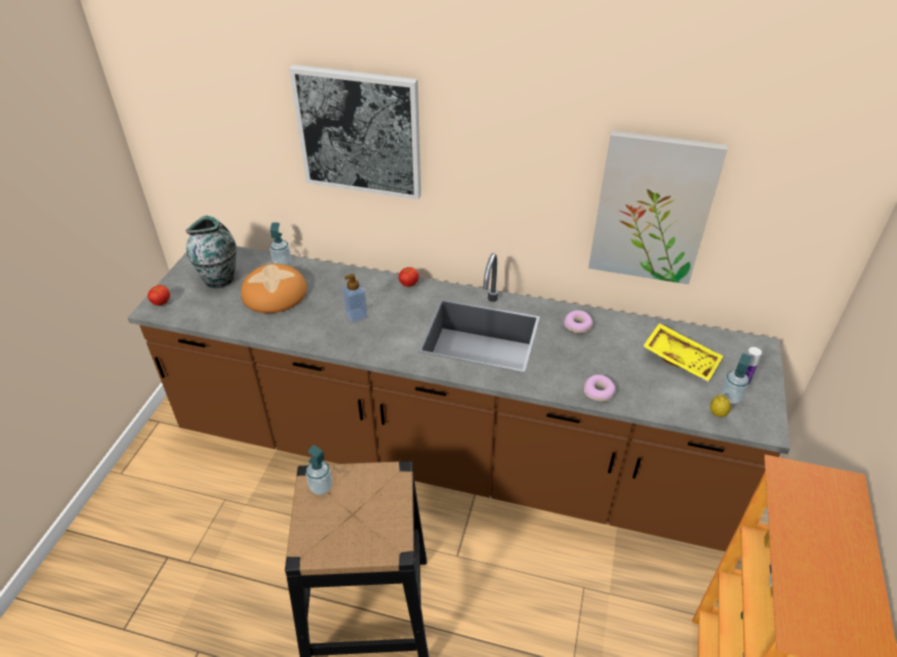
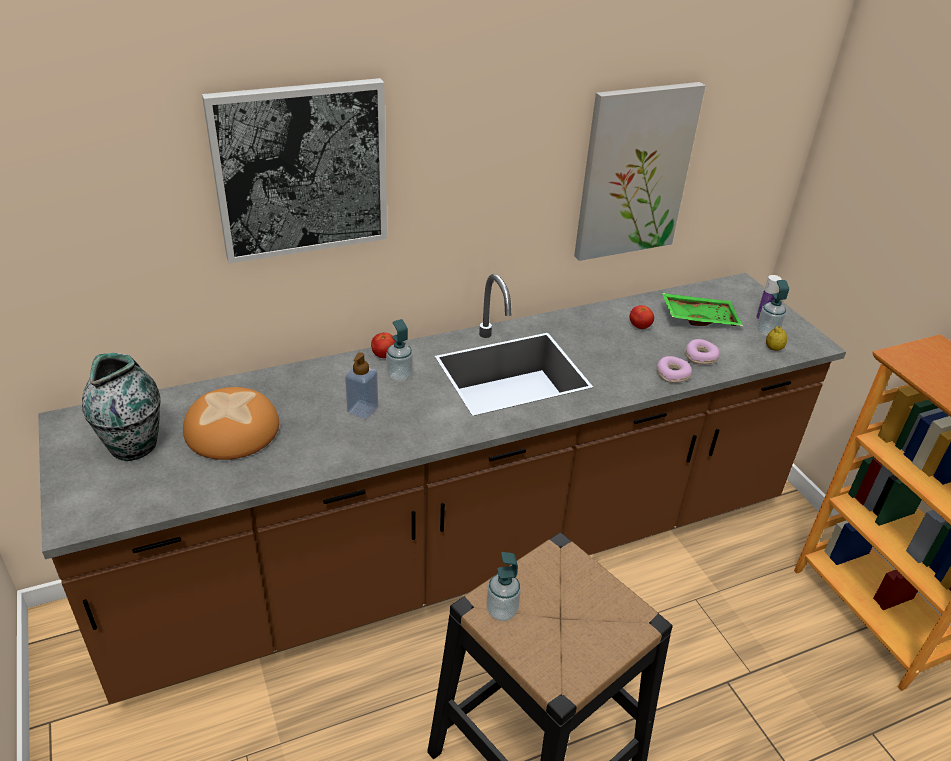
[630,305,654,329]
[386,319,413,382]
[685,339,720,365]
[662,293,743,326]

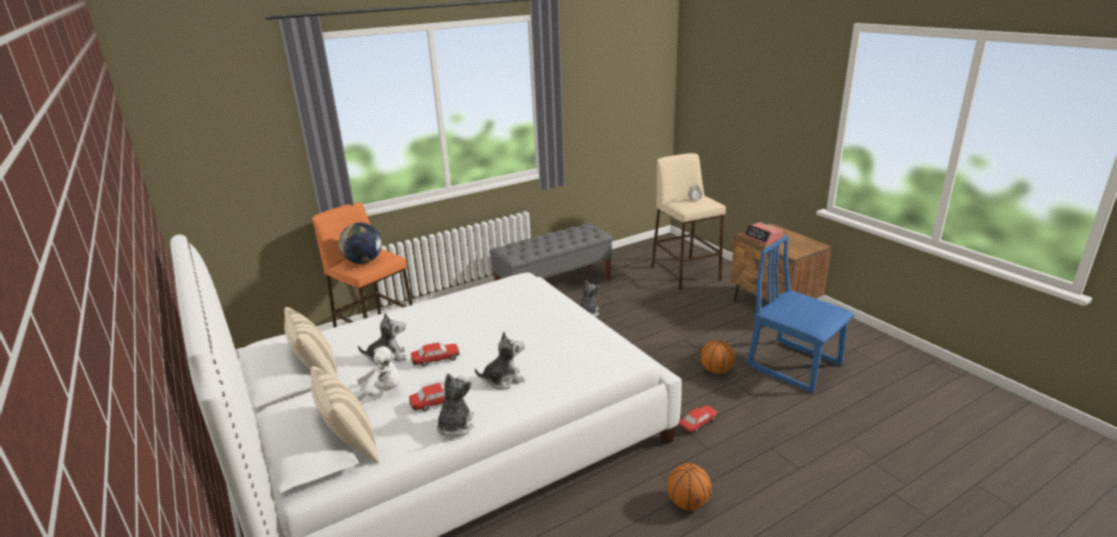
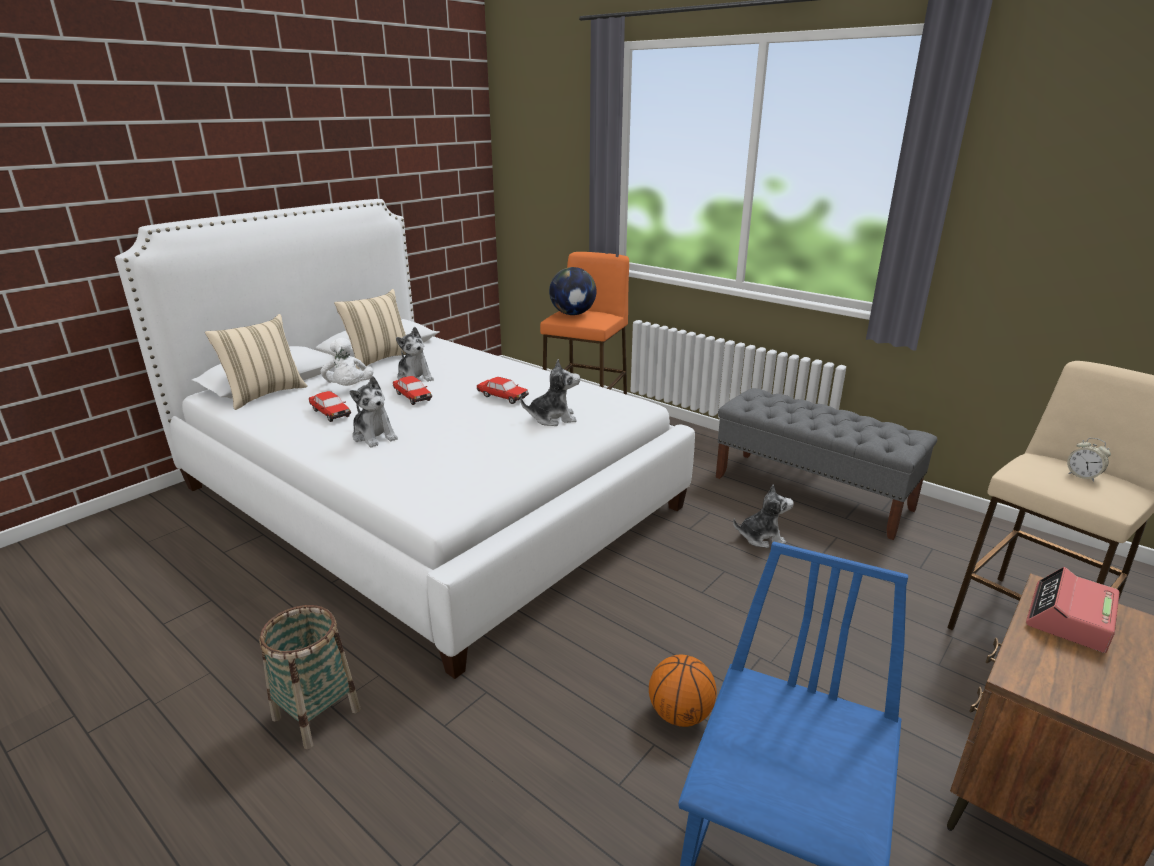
[520,359,580,426]
[477,377,529,404]
[259,605,361,749]

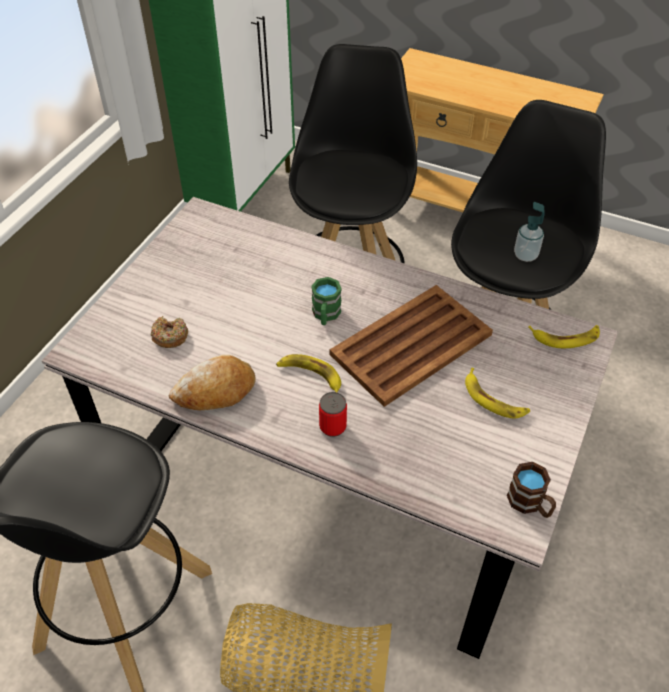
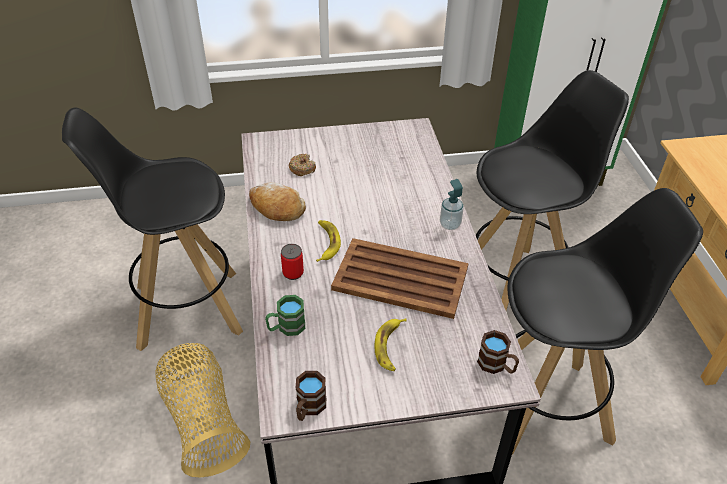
[265,295,305,336]
[440,179,464,230]
[477,330,519,374]

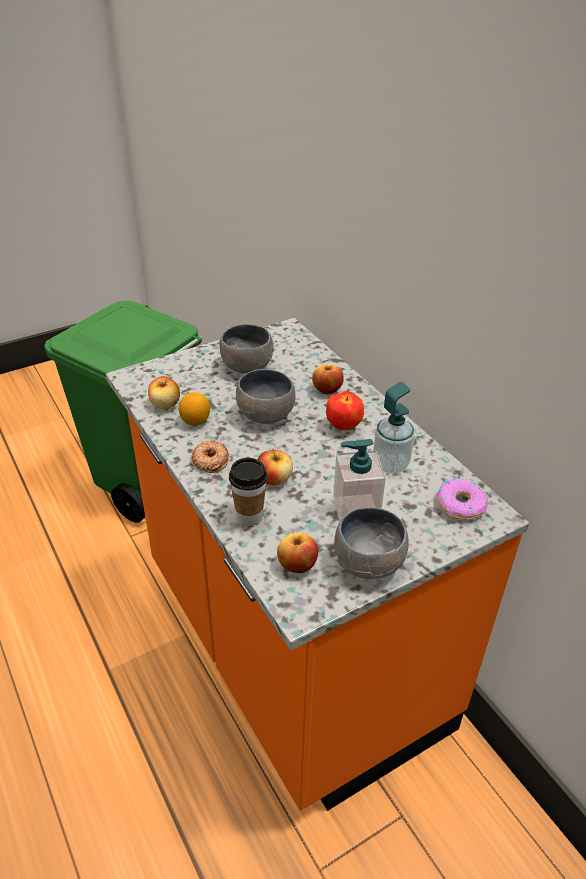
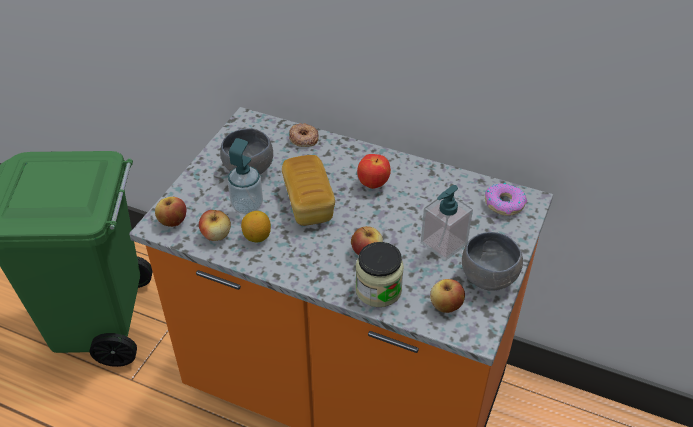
[289,123,319,147]
[155,197,186,227]
[228,138,263,214]
[355,242,404,307]
[282,155,335,226]

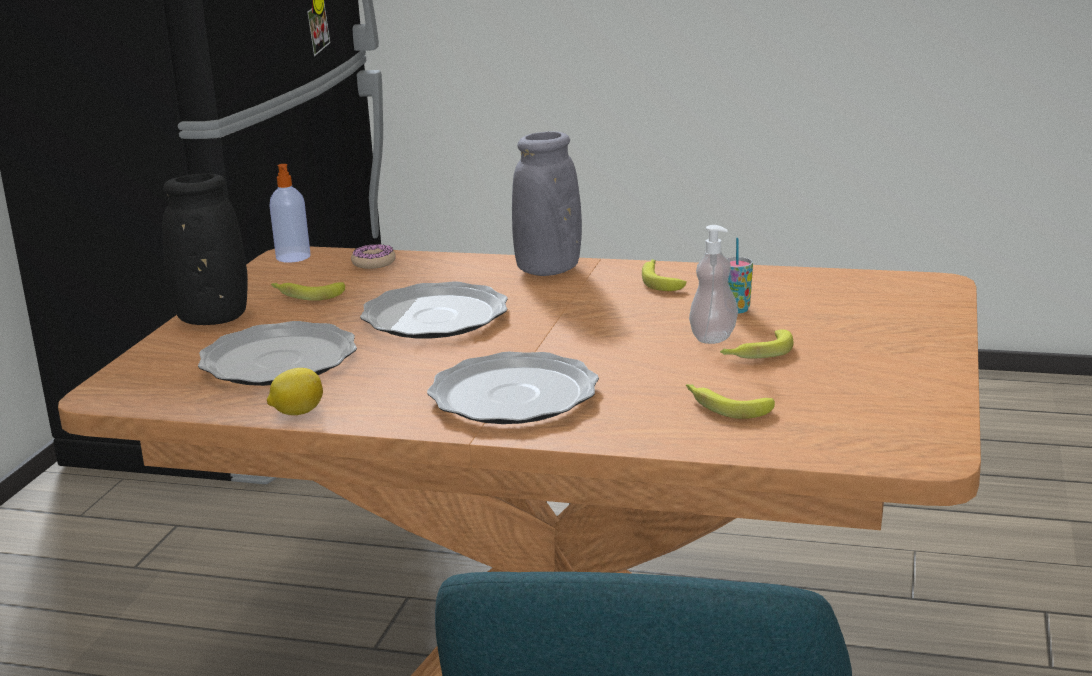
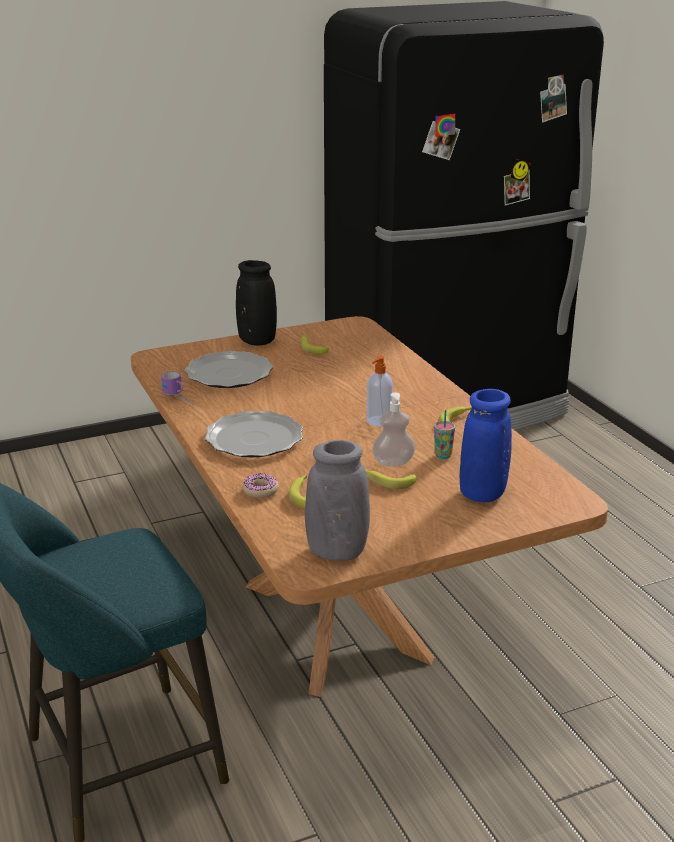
[360,281,508,338] (first image)
[460,389,512,502]
[367,356,393,427]
[243,473,279,498]
[305,440,370,561]
[161,371,195,406]

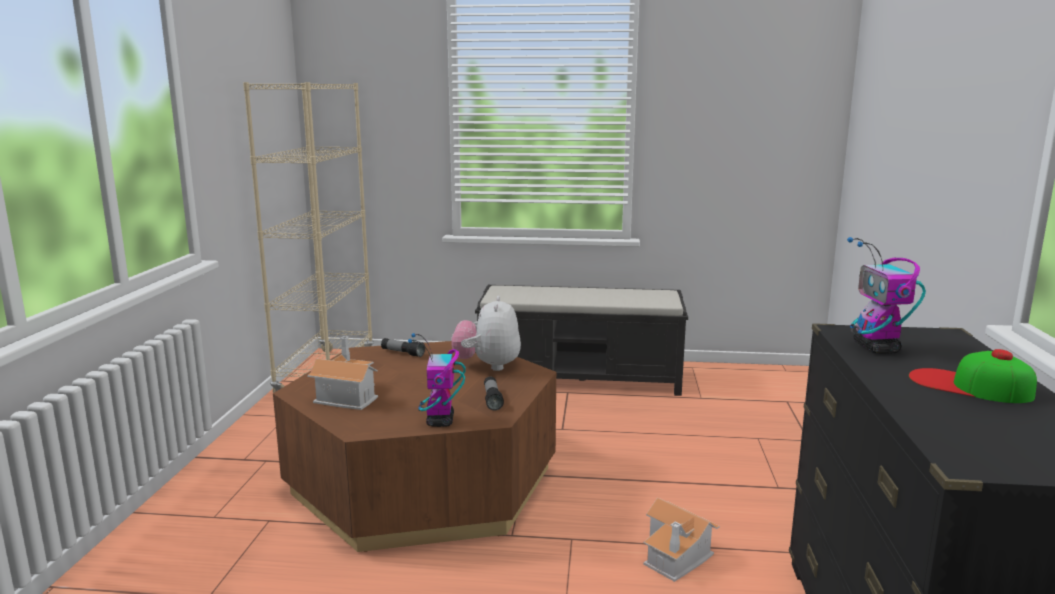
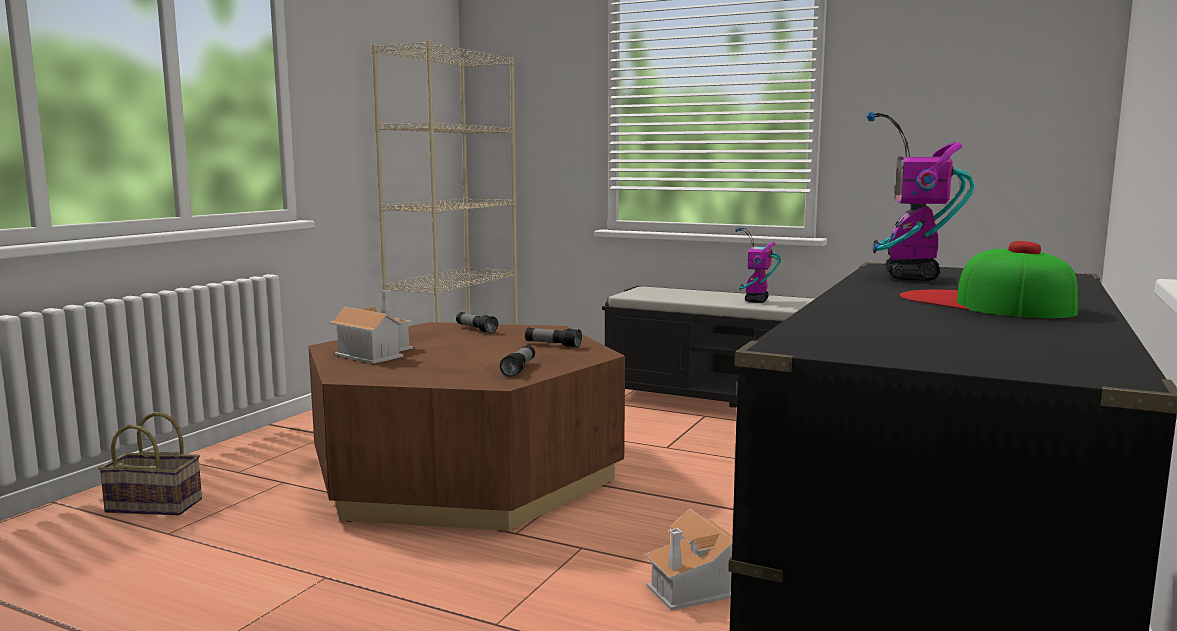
[98,412,202,515]
[735,227,781,303]
[525,328,582,348]

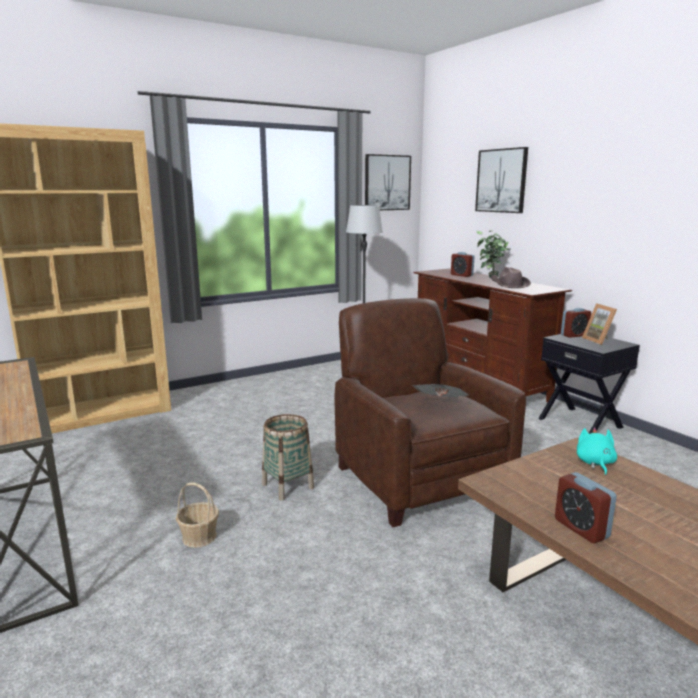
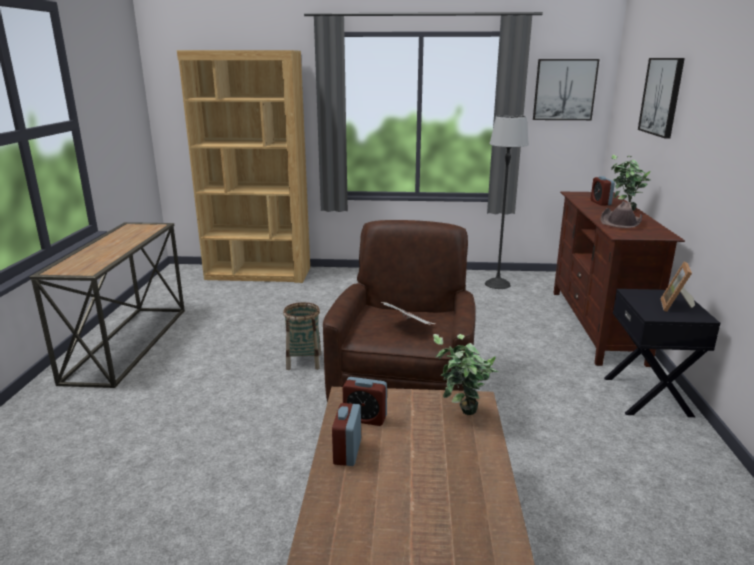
[176,483,219,548] (first image)
[342,377,387,426]
[433,334,498,415]

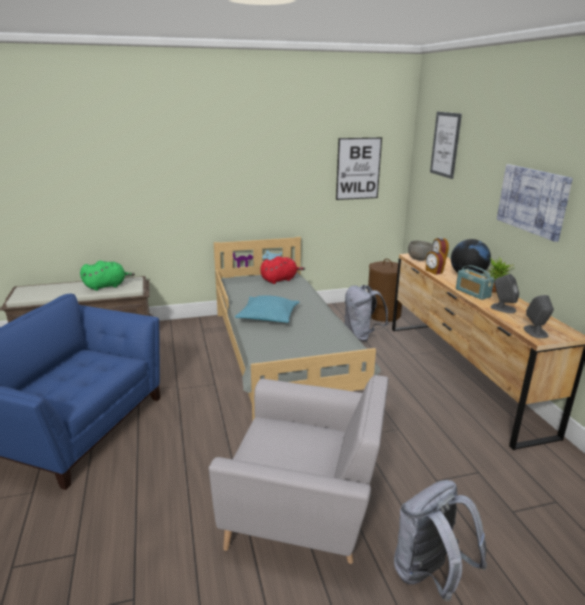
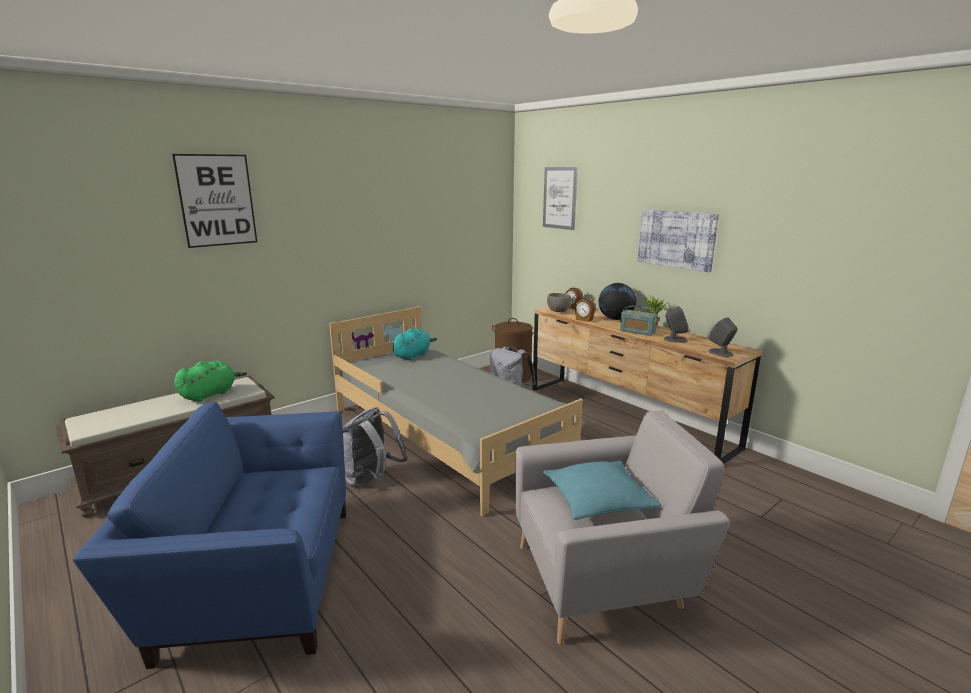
[543,461,661,520]
[172,154,257,248]
[342,407,408,488]
[393,328,437,360]

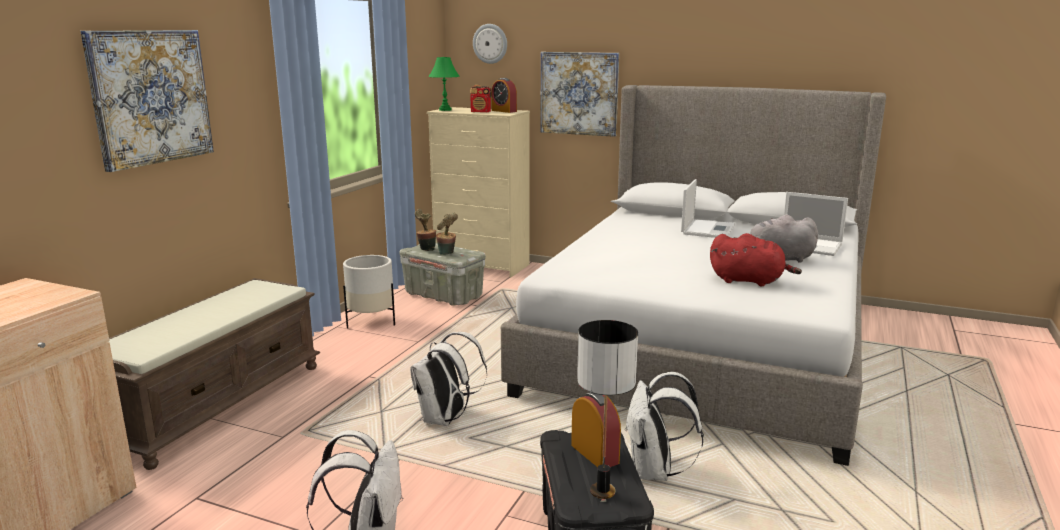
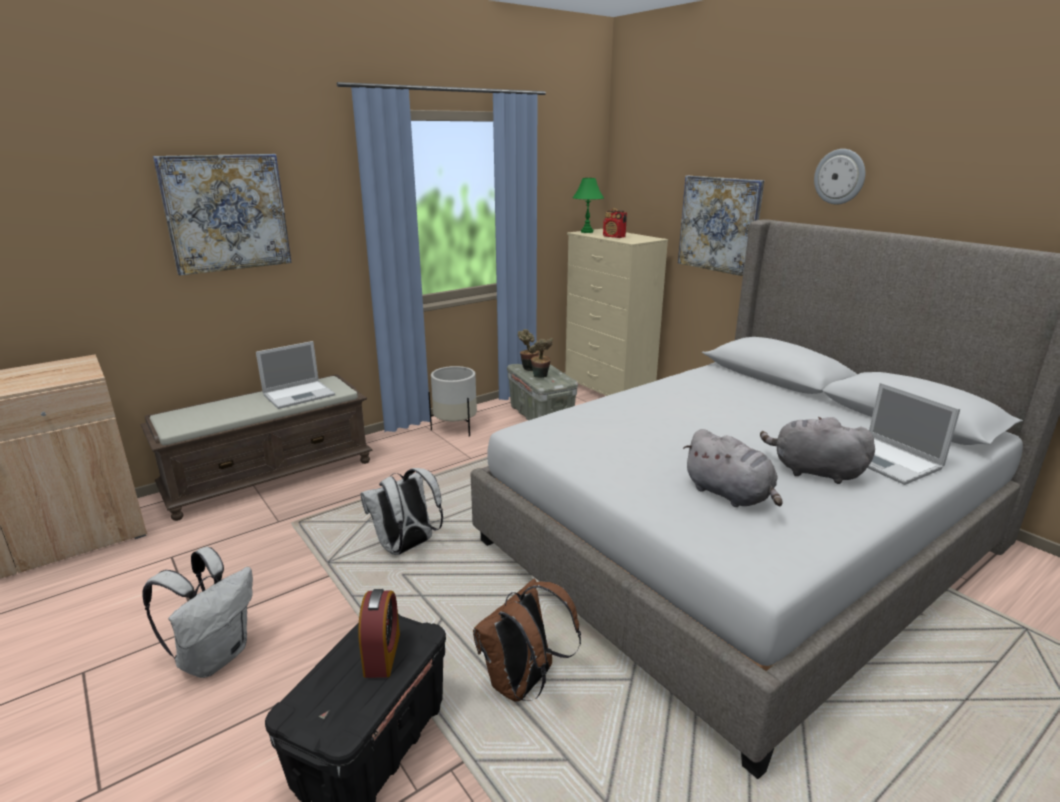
[491,78,517,113] (first image)
[577,320,638,499] (first image)
[814,149,865,205]
[256,341,335,409]
[473,579,581,702]
[683,429,782,507]

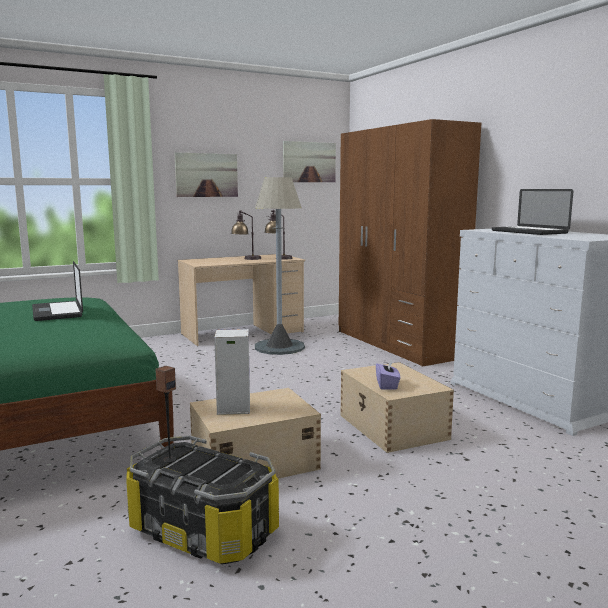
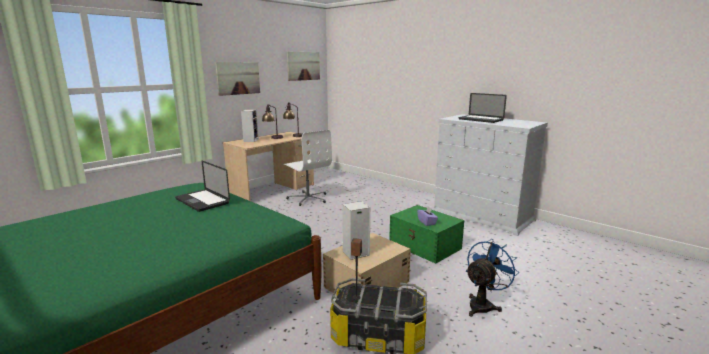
[339,119,481,367] (first image)
[241,110,259,142]
[466,239,519,317]
[284,130,332,206]
[389,205,464,264]

